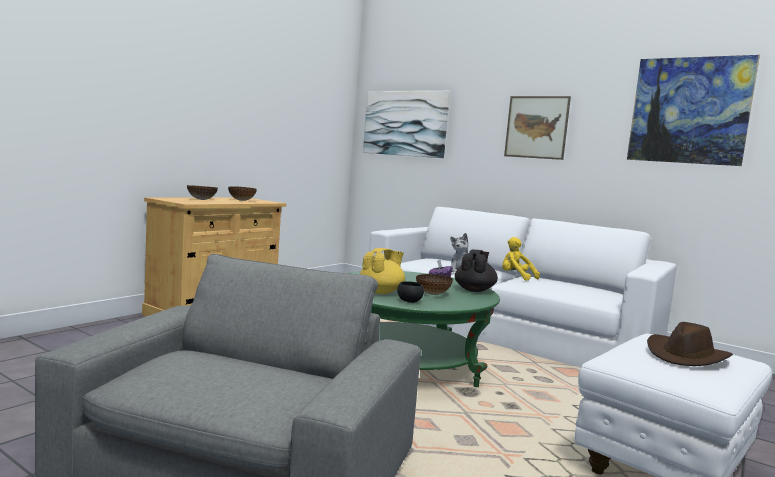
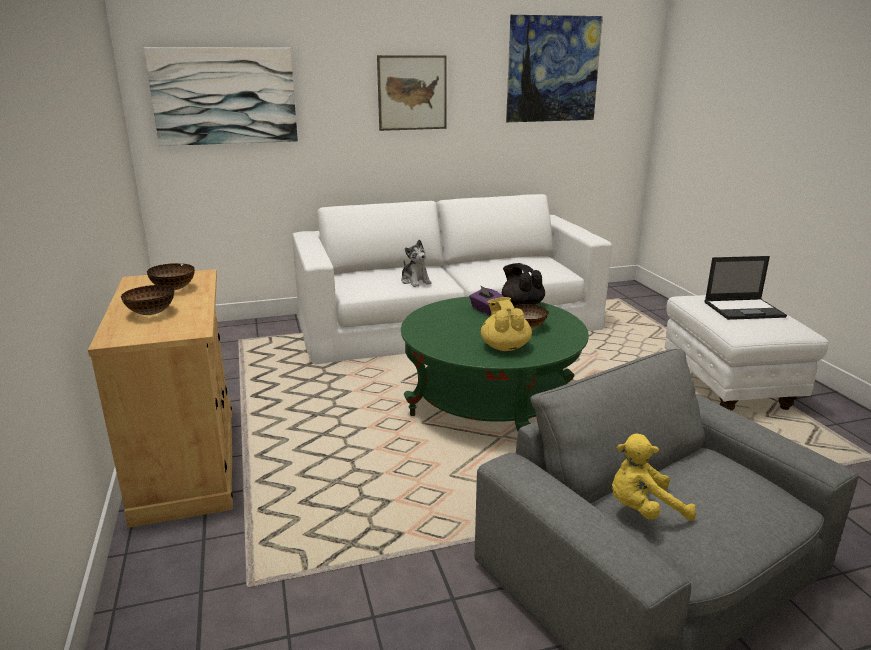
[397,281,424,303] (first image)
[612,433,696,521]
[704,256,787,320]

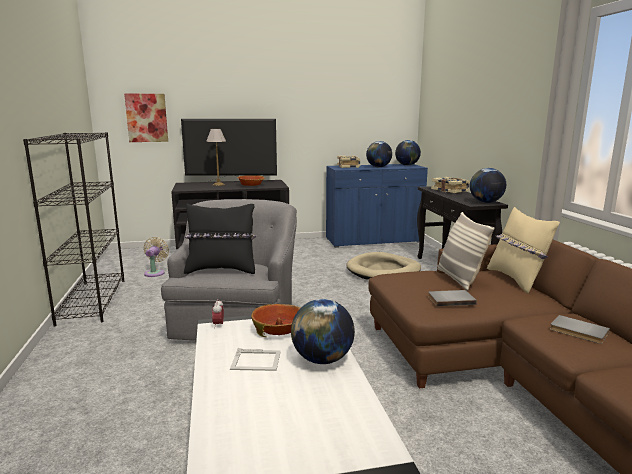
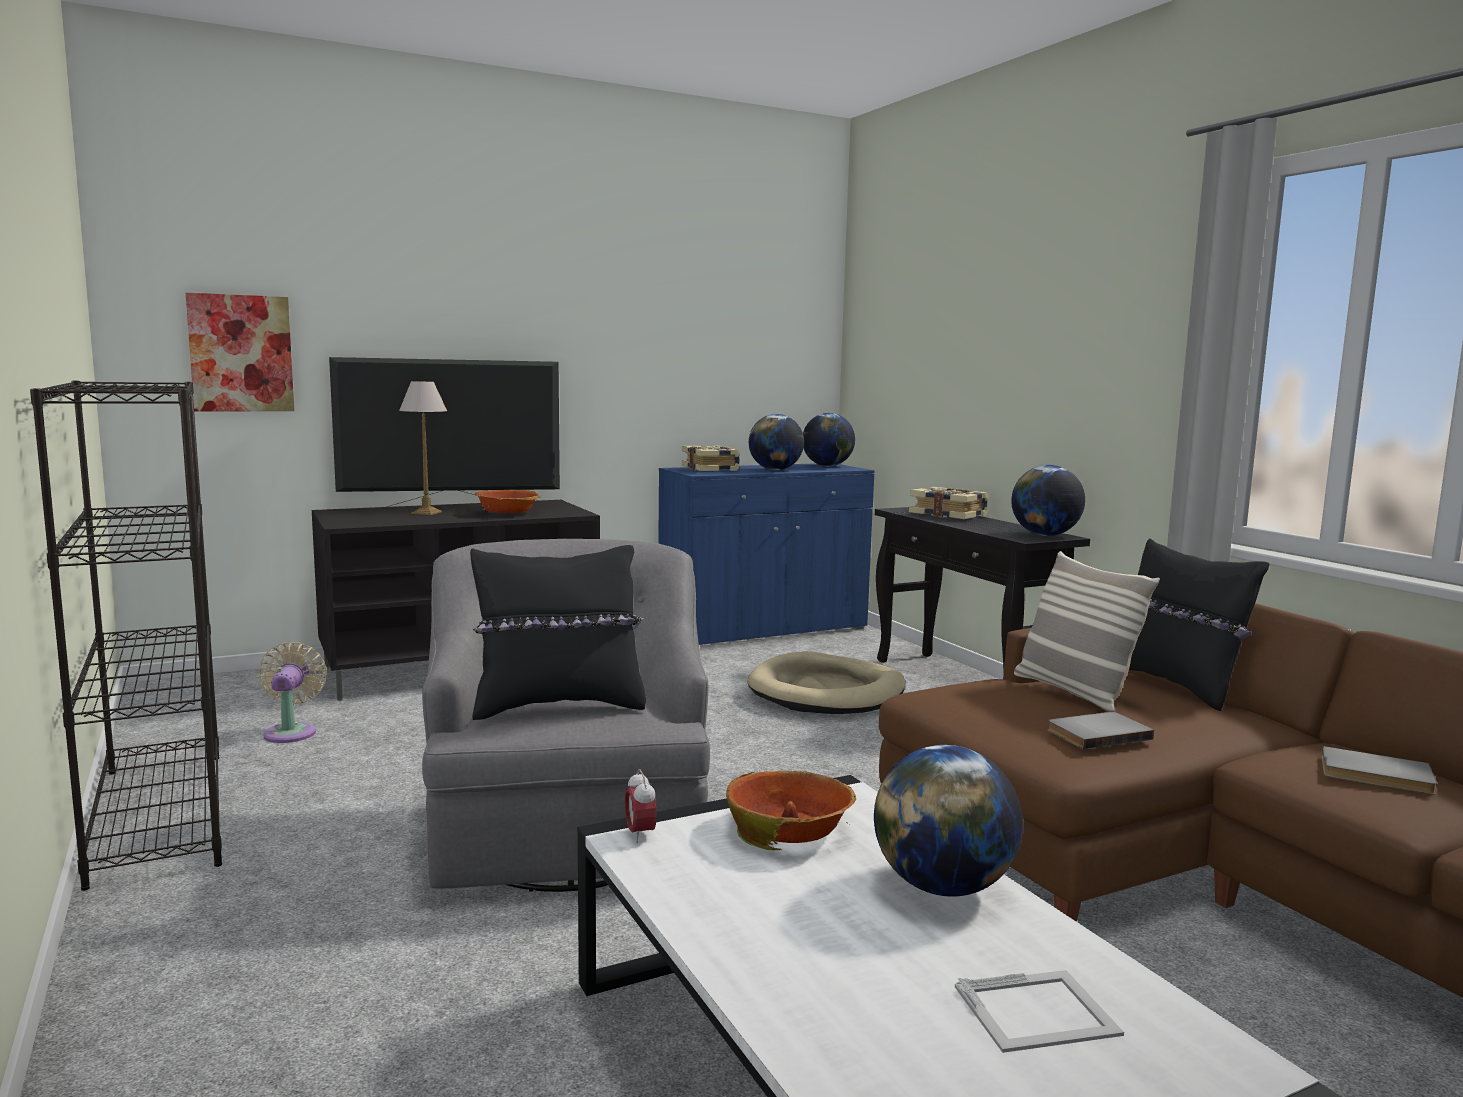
[955,970,1124,1053]
[1129,538,1270,711]

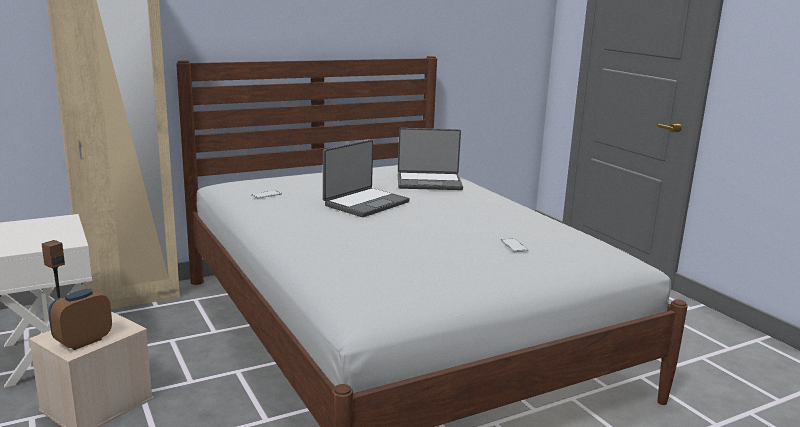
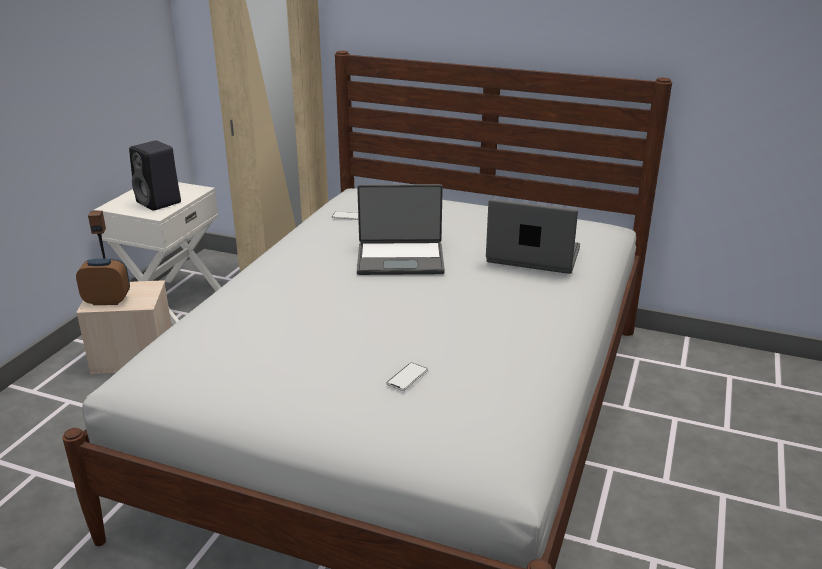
[129,140,181,211]
[486,199,580,274]

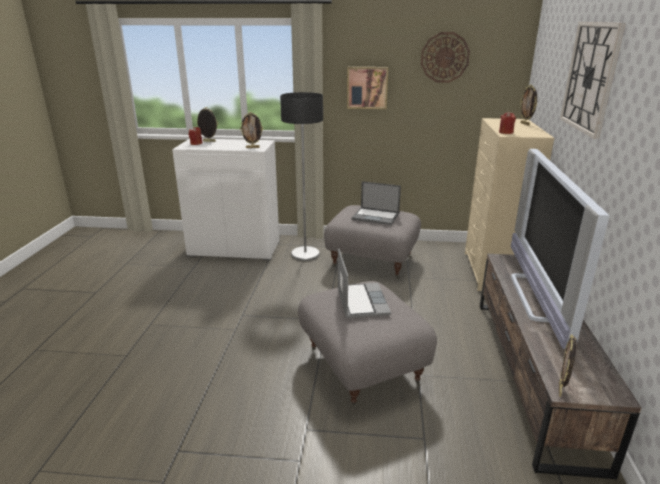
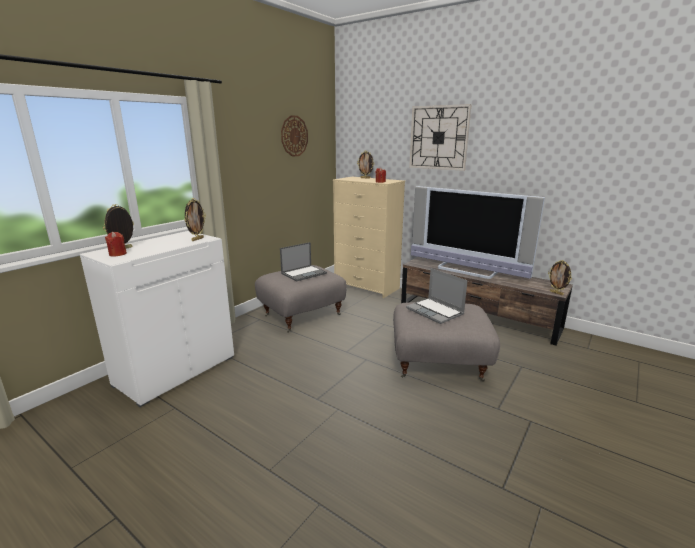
[280,92,323,261] (first image)
[347,67,388,109] (first image)
[406,268,468,324]

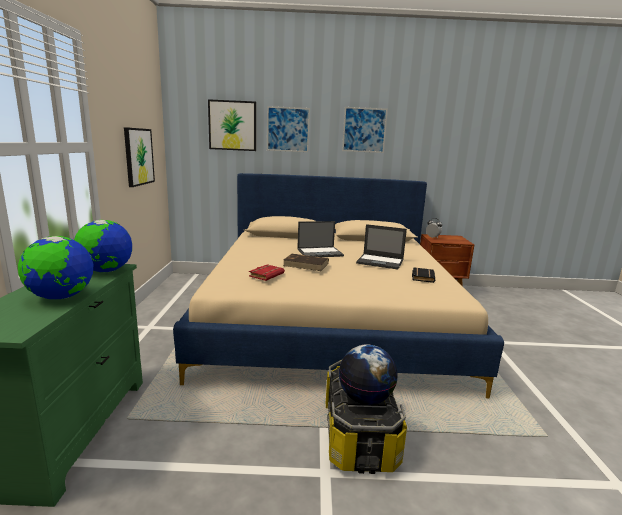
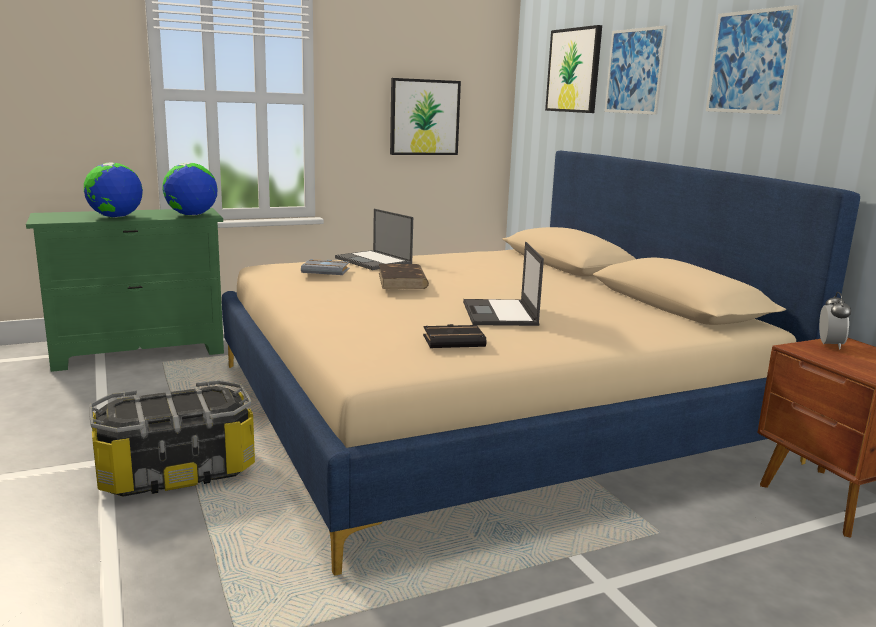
[339,344,398,405] (first image)
[335,209,413,270]
[301,259,350,275]

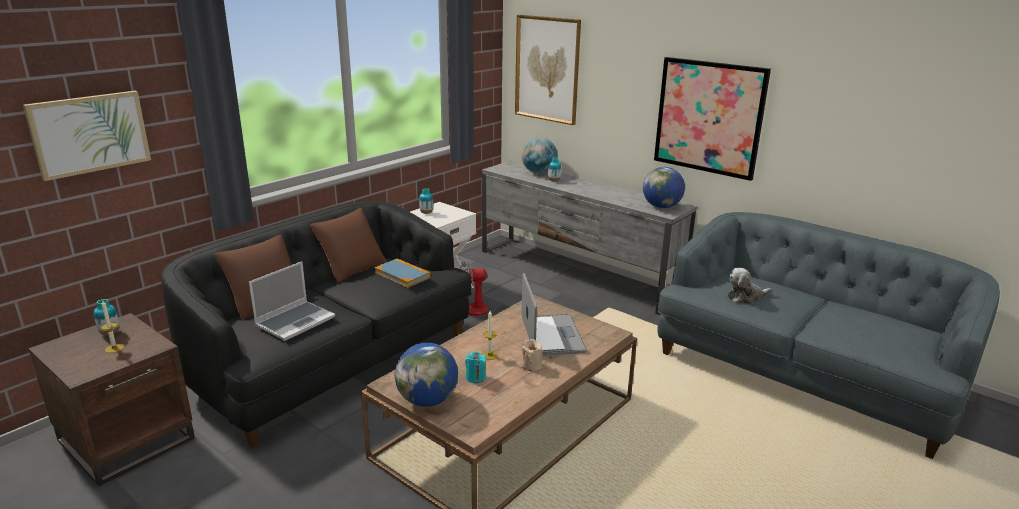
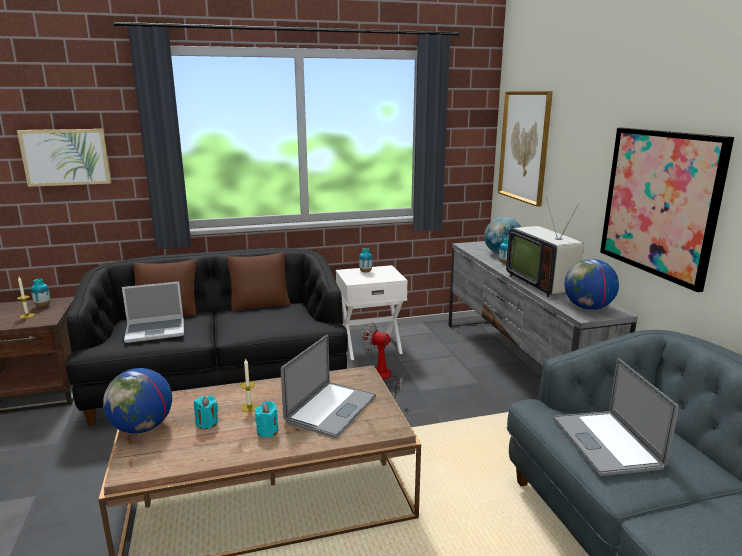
[374,259,431,288] (first image)
[506,198,584,297]
[553,358,679,476]
[255,401,278,437]

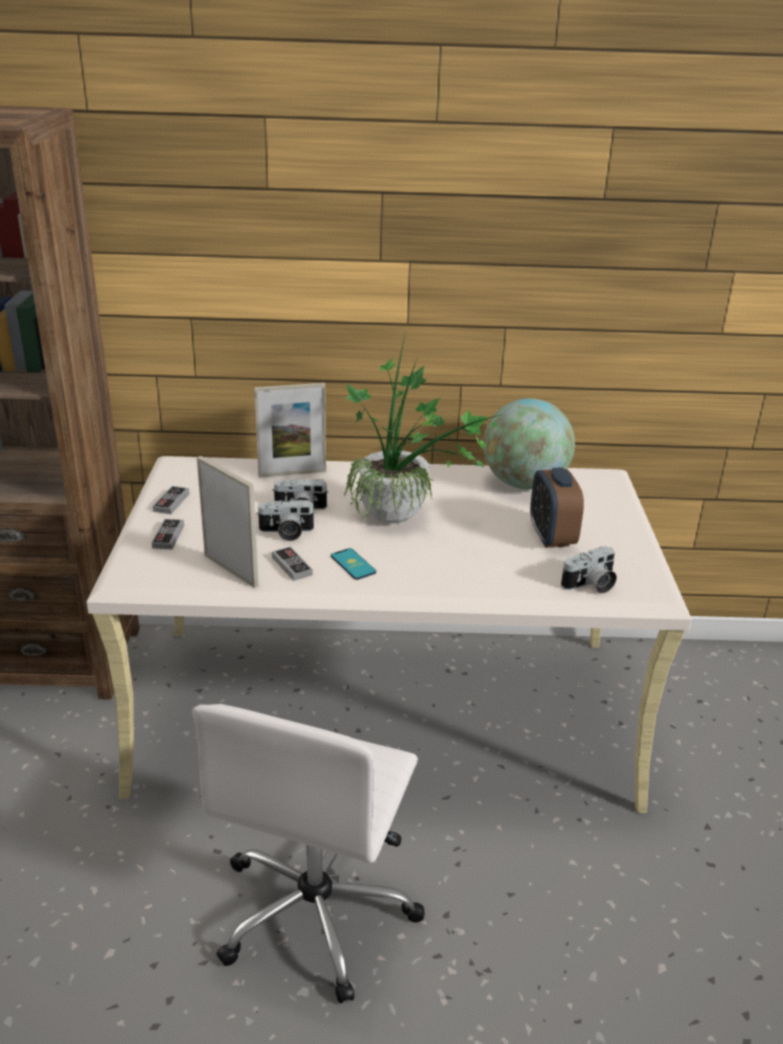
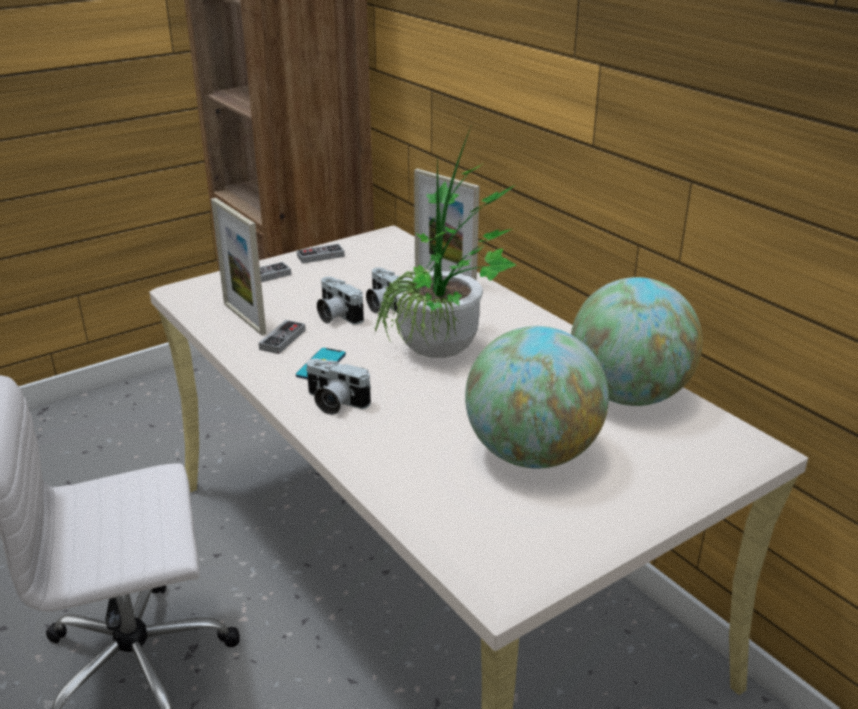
[306,359,371,415]
[465,326,609,469]
[211,198,266,335]

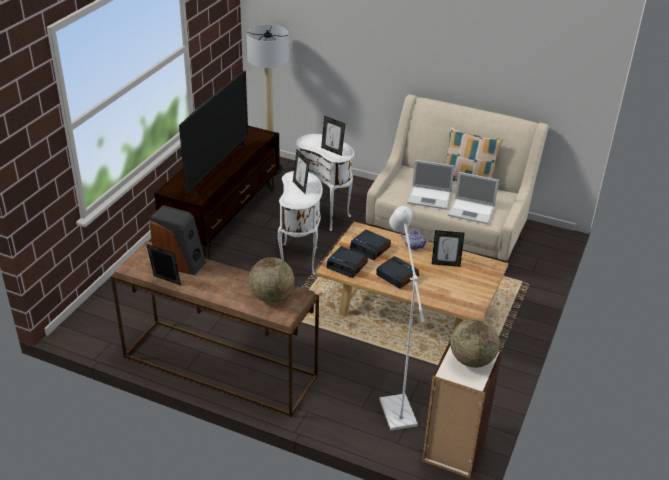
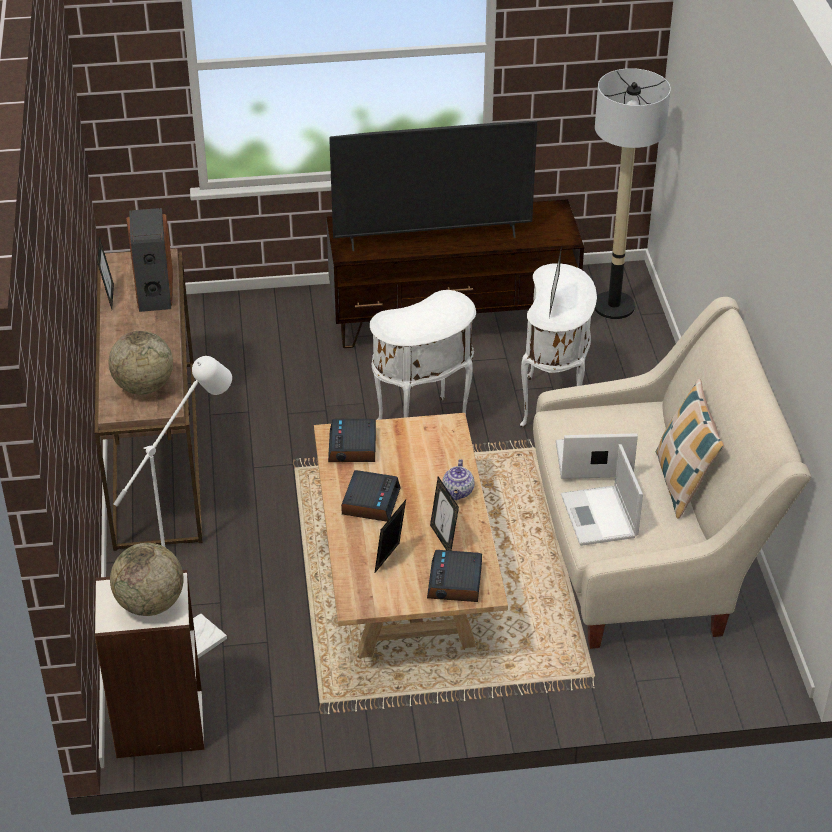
[374,500,406,574]
[427,550,482,602]
[556,433,638,479]

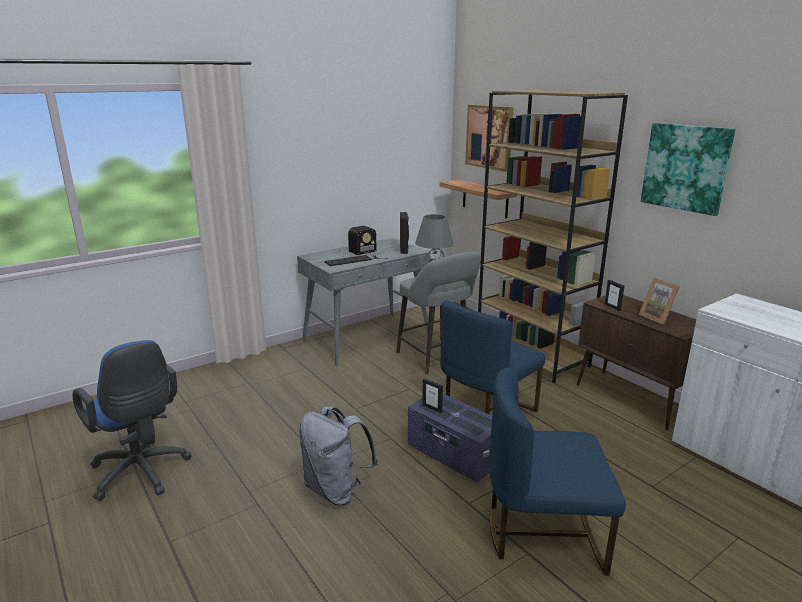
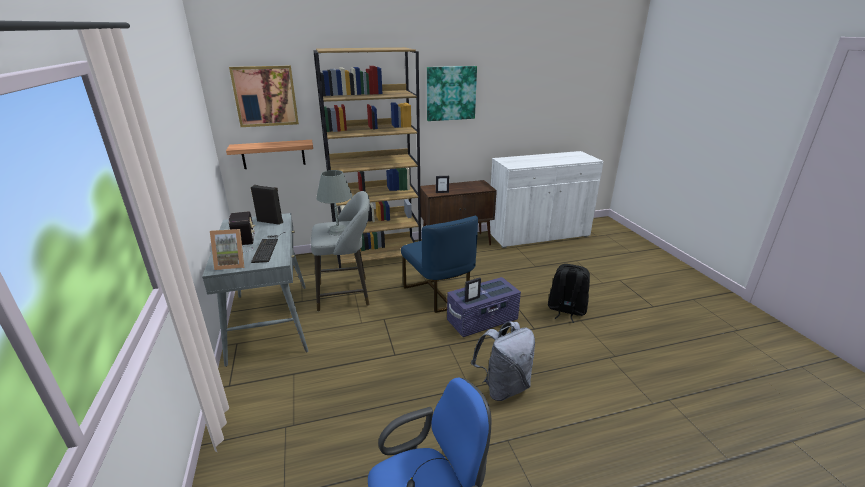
[210,229,244,270]
[548,264,590,323]

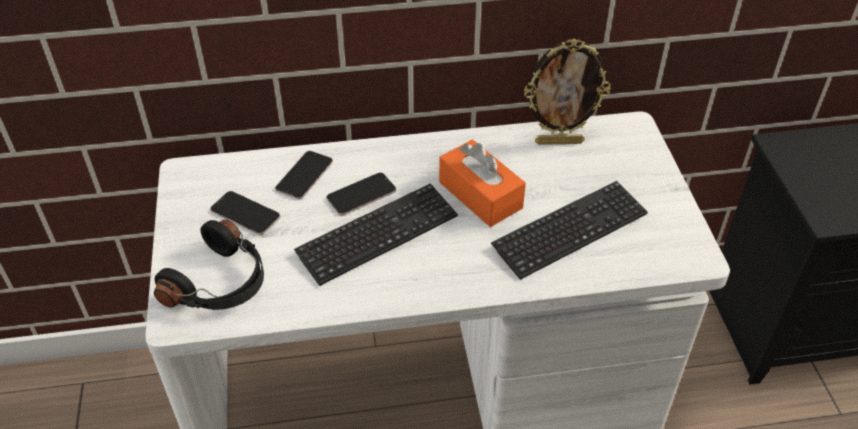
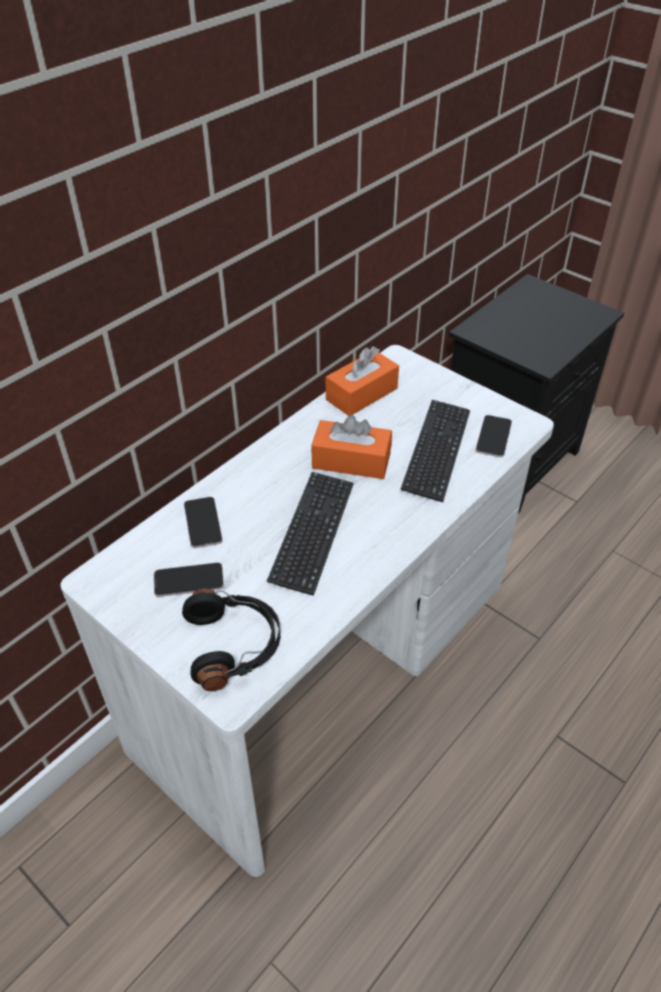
[476,415,512,457]
[326,346,399,416]

